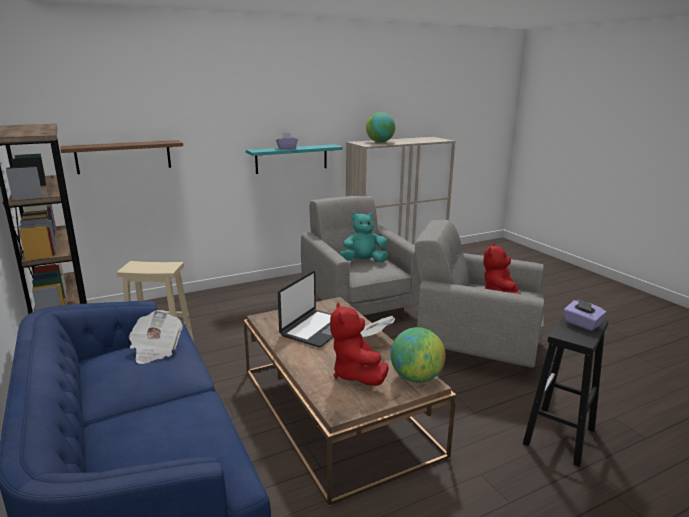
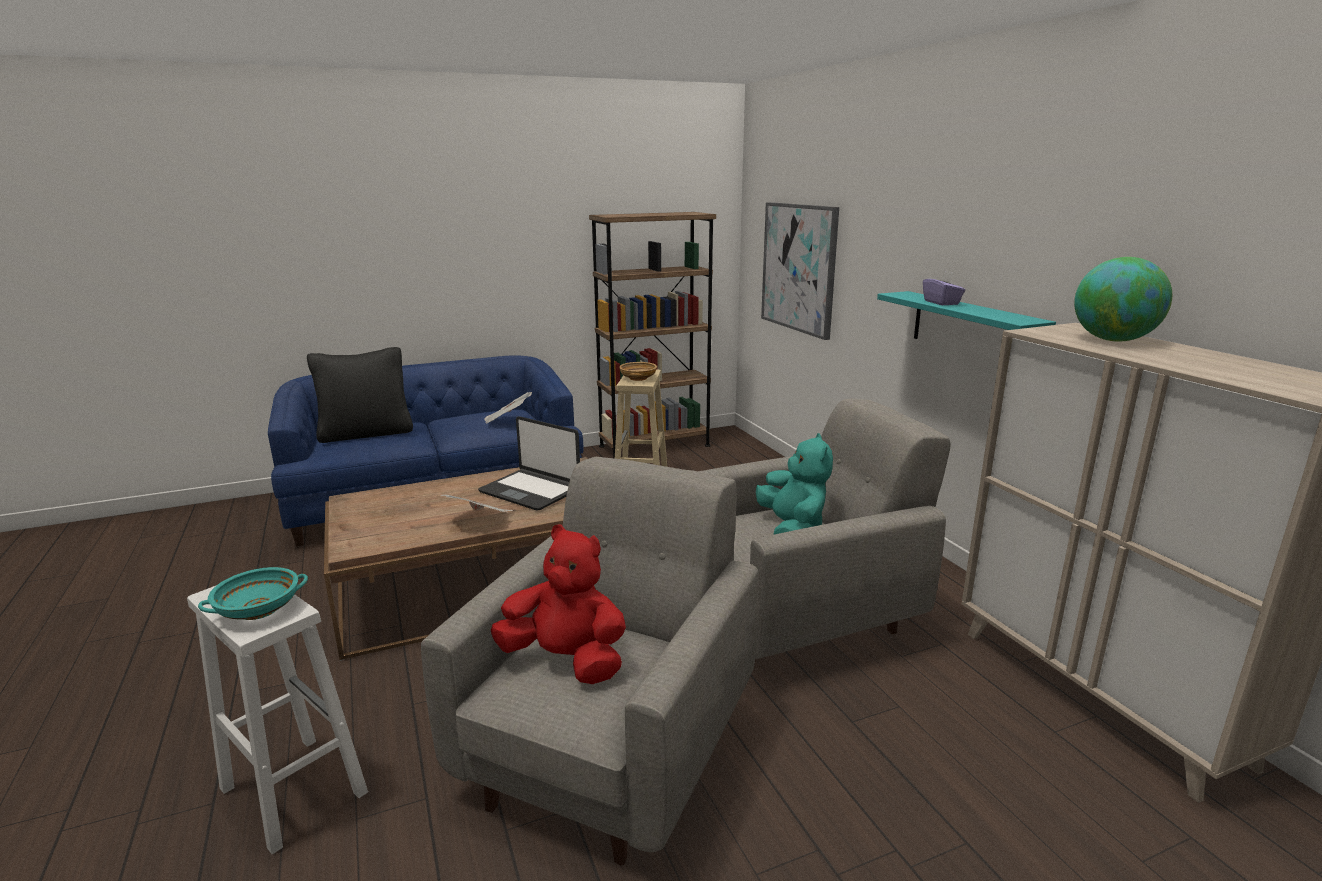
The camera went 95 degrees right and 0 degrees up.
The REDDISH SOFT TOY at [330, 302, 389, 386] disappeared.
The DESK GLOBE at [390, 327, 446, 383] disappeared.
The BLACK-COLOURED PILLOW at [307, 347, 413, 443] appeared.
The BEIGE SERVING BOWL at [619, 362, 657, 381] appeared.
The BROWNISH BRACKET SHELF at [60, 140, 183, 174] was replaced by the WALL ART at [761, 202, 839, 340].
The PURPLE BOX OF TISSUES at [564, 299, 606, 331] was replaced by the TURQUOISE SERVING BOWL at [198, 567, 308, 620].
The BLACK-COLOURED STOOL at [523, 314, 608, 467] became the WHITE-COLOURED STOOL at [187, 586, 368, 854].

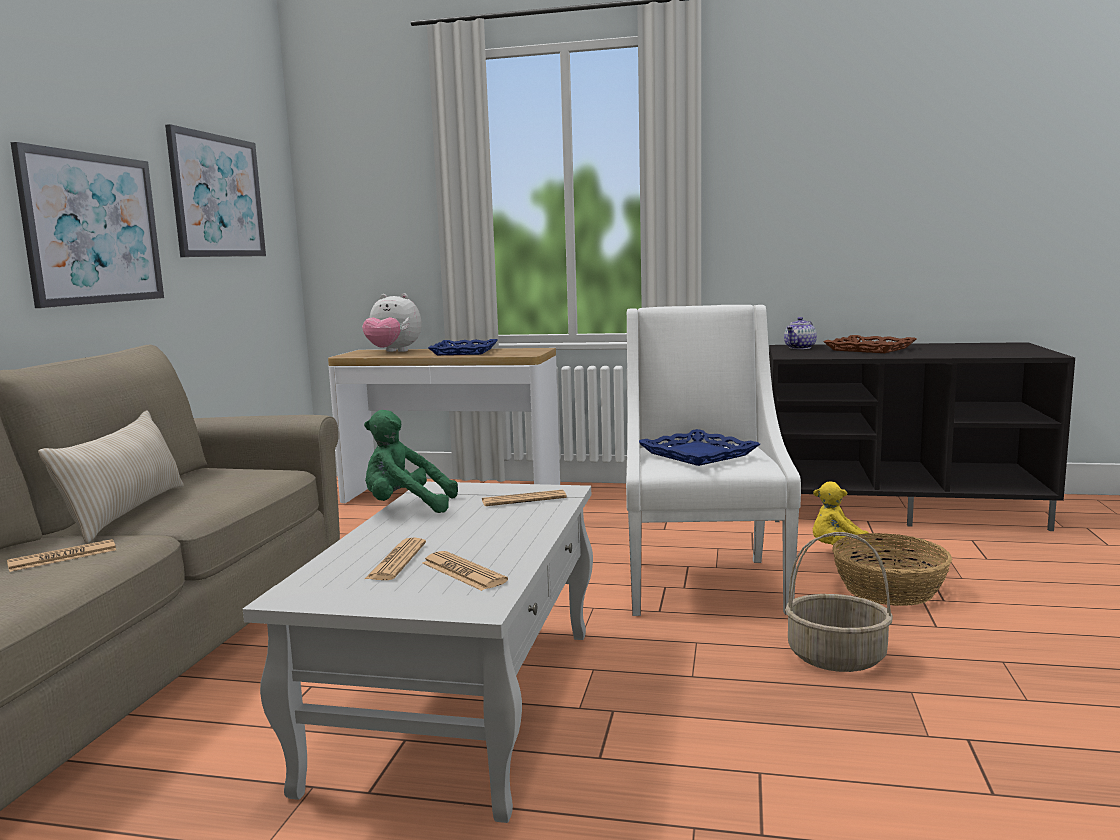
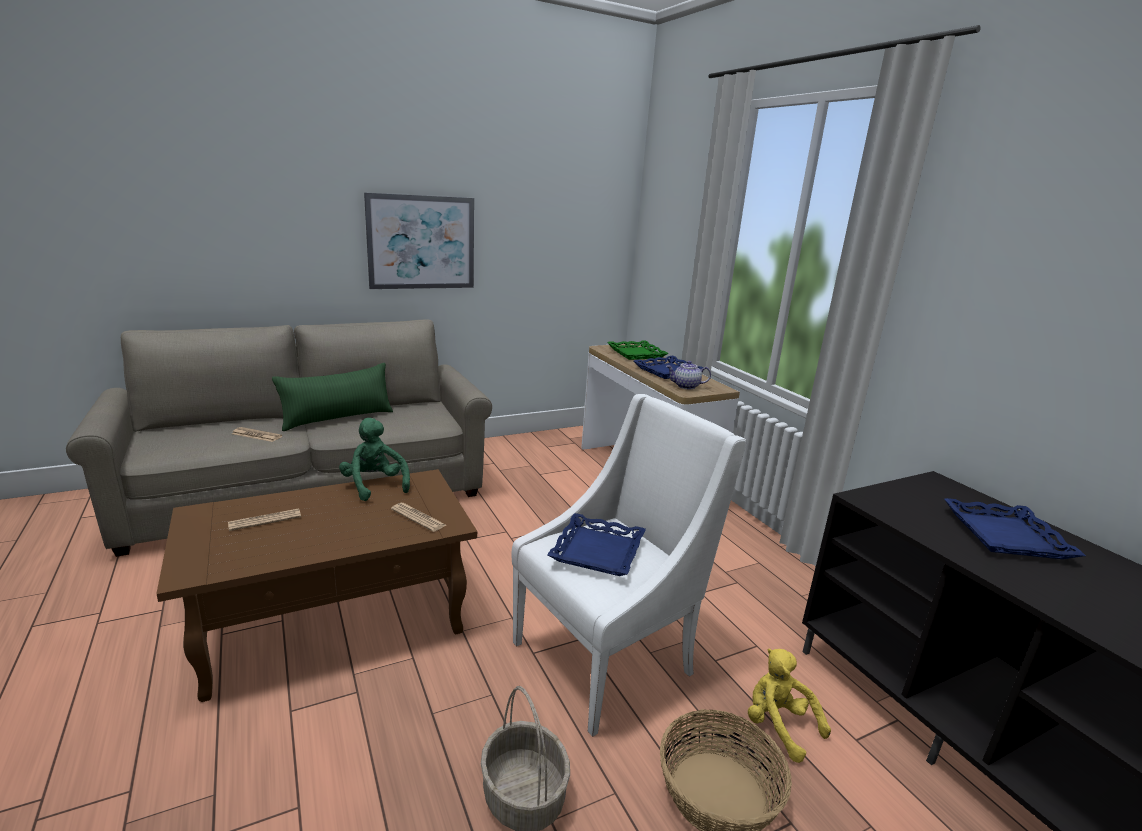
The camera went 50 degrees right and 10 degrees up.
The WALL ART at [165, 124, 266, 257] disappeared.
The NEWSPAPER at [422, 551, 508, 591] disappeared.
The TEAPOT moved from [784, 317, 817, 349] to [666, 361, 711, 389].
The SOFT TOY at [362, 293, 422, 352] was replaced by the GREEN-COLOURED CARRYING TRAY at [607, 340, 668, 360].
The BEIGE PILLOW at [38, 411, 184, 543] became the GREEN-COLOURED PILLOW at [272, 363, 393, 431].
The WHITE-COLOURED COFFEE TABLE at [243, 482, 593, 823] became the BROWNISH COFFEE TABLE at [156, 469, 477, 702].
The BROWNISH CARRYING TRAY at [823, 335, 916, 353] became the BLUISH CARRYING TRAY at [944, 498, 1086, 559].

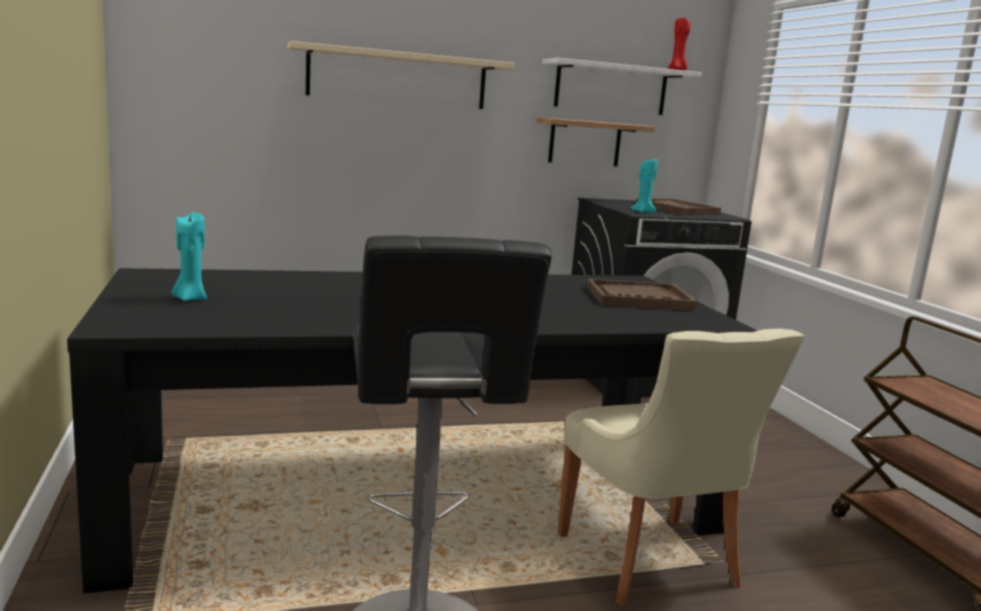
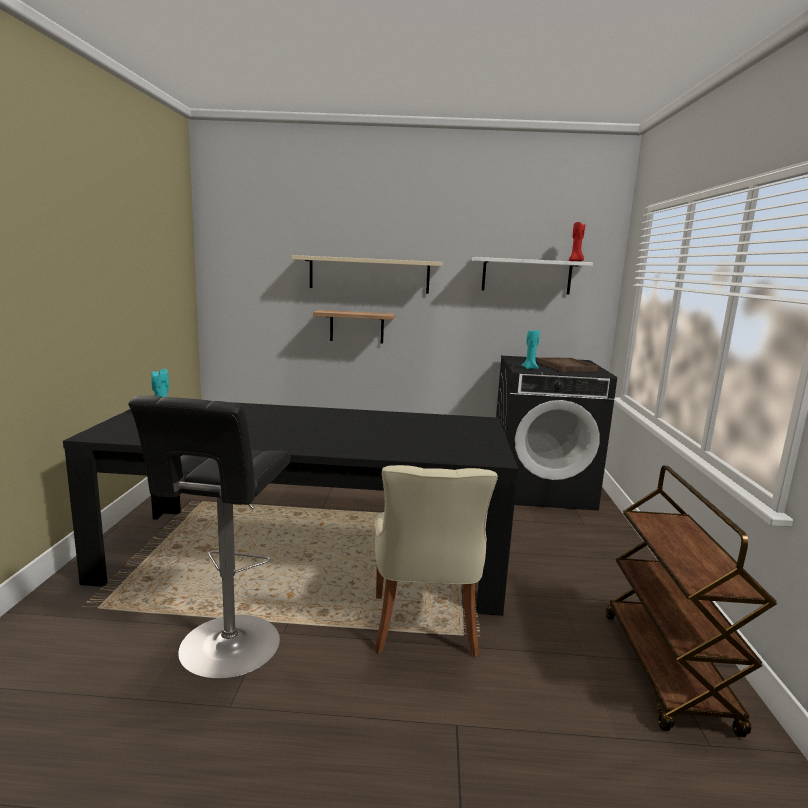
The camera went 20 degrees right and 0 degrees up.
The BROWNISH CARRYING TRAY at [587, 279, 698, 311] disappeared.
The BRACKET SHELF moved from [537, 117, 655, 167] to [313, 310, 396, 344].

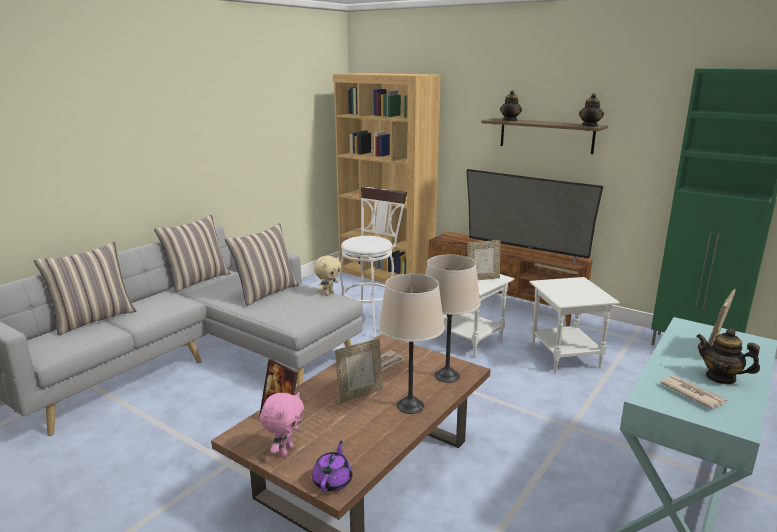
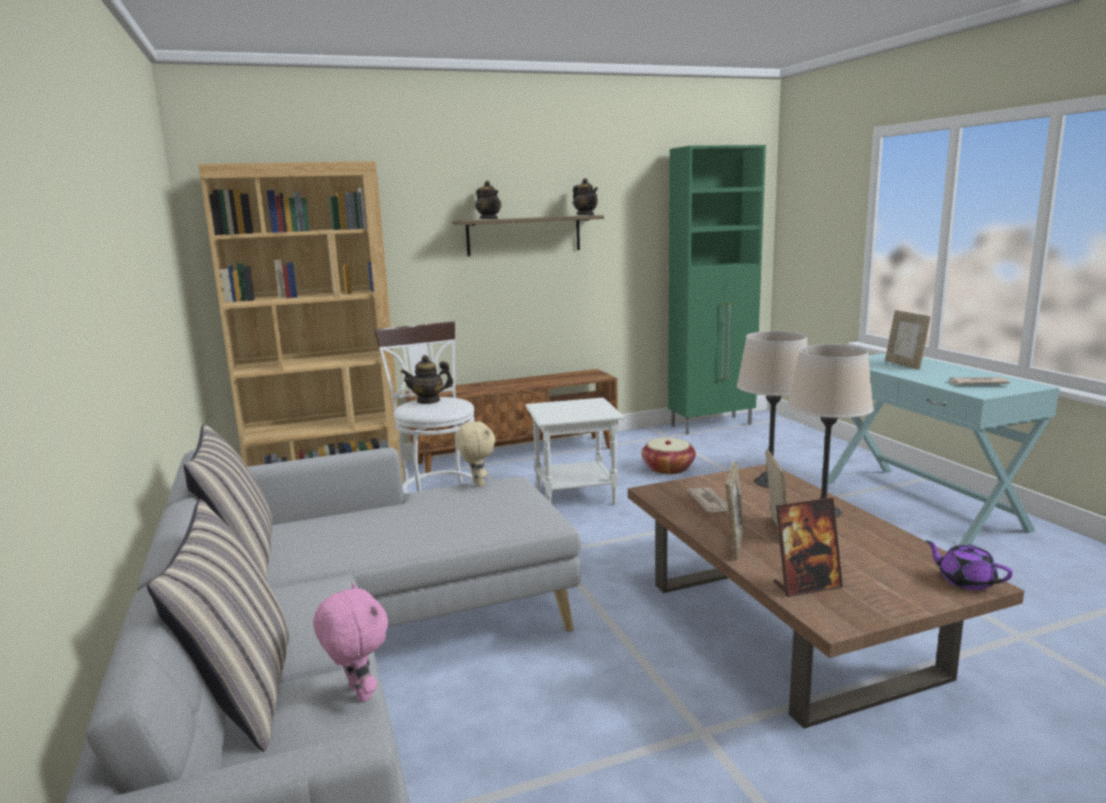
The camera went 55 degrees left and 5 degrees down.
The PILLOW at [225, 223, 299, 306] disappeared.
The TELEVISION at [466, 169, 603, 265] disappeared.
The PINK SOFT TOY moved from [260, 392, 304, 457] to [313, 582, 388, 702].
The PHOTO FRAME moved from [468, 240, 500, 280] to [726, 461, 744, 560].
The TEAPOT moved from [696, 329, 760, 385] to [401, 355, 453, 404].
The WHITE-COLOURED SIDE TABLE at [530, 277, 620, 373] was replaced by the BASKET at [642, 438, 696, 474].

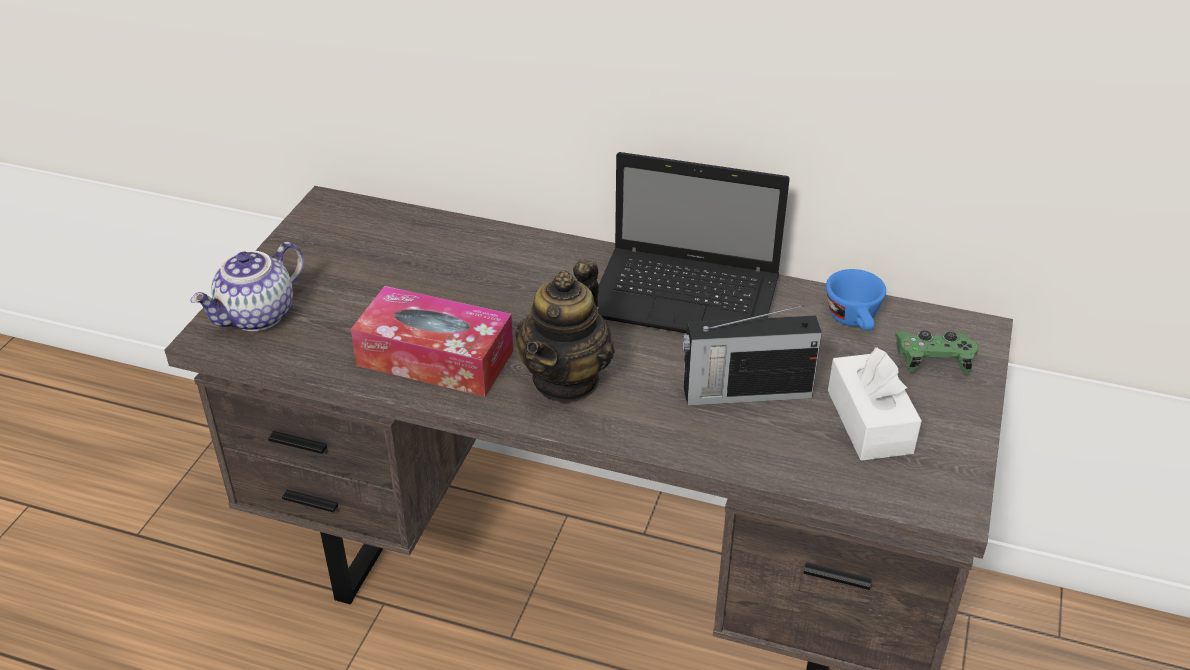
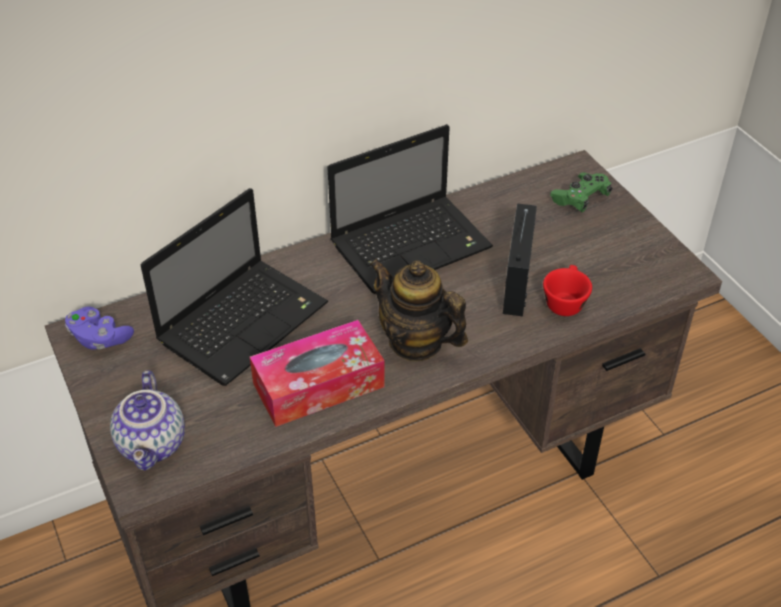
The camera went 45 degrees left and 5 degrees up.
The BLUISH CUP at [826, 269, 886, 330] disappeared.
The WHITE-COLOURED BOX OF TISSUES at [828, 347, 922, 461] disappeared.
The PURPLE JOYPAD at [65, 307, 134, 350] appeared.
The LAPTOP at [141, 188, 328, 386] appeared.
The REDDISH CUP at [543, 265, 592, 316] appeared.
The TEAPOT at [515, 259, 615, 403] turned 150 degrees clockwise.
The RADIO RECEIVER at [682, 305, 822, 406] turned 150 degrees clockwise.

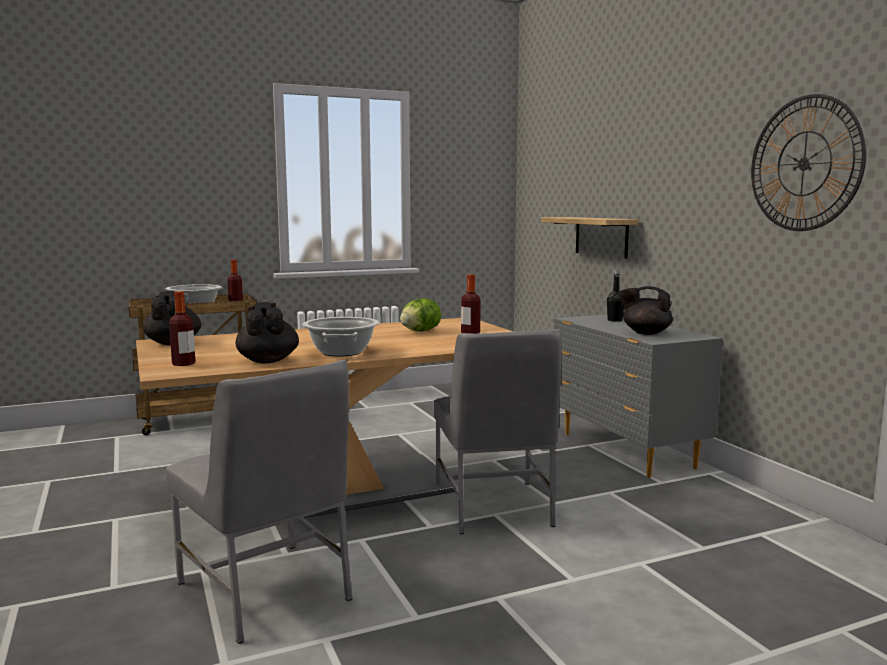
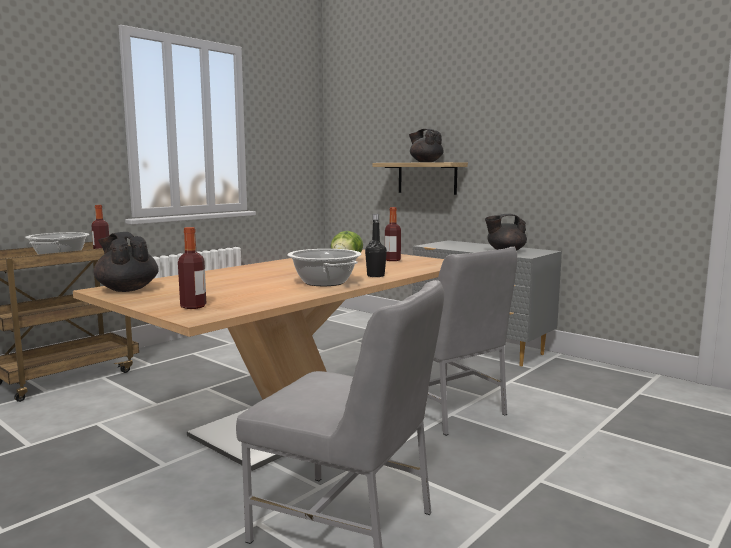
The camera went 25 degrees left and 0 degrees up.
The WALL CLOCK at [751, 94, 866, 231] disappeared.
The BLACK-COLOURED TEAPOT moved from [236, 302, 299, 363] to [409, 129, 444, 162].
The BLACK-COLOURED BEVERAGE BOTTLE moved from [607, 269, 624, 322] to [365, 214, 387, 277].

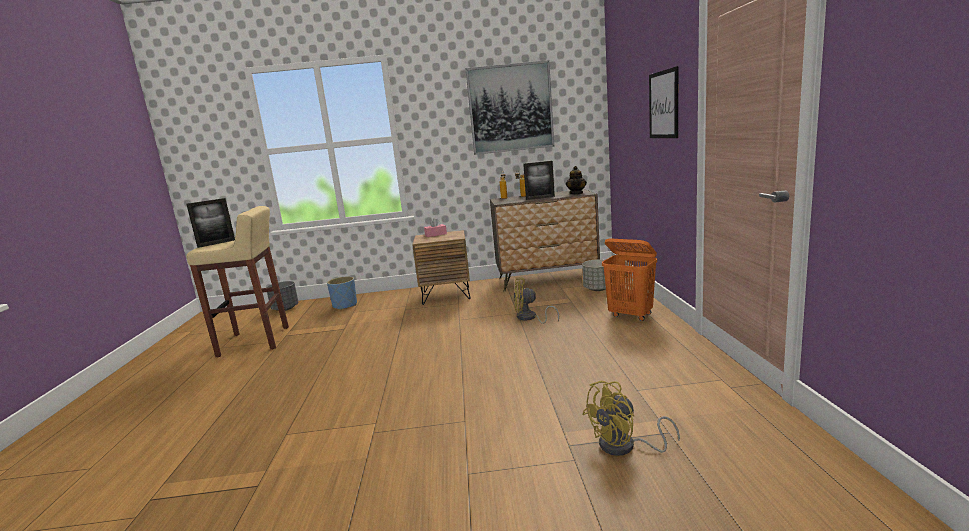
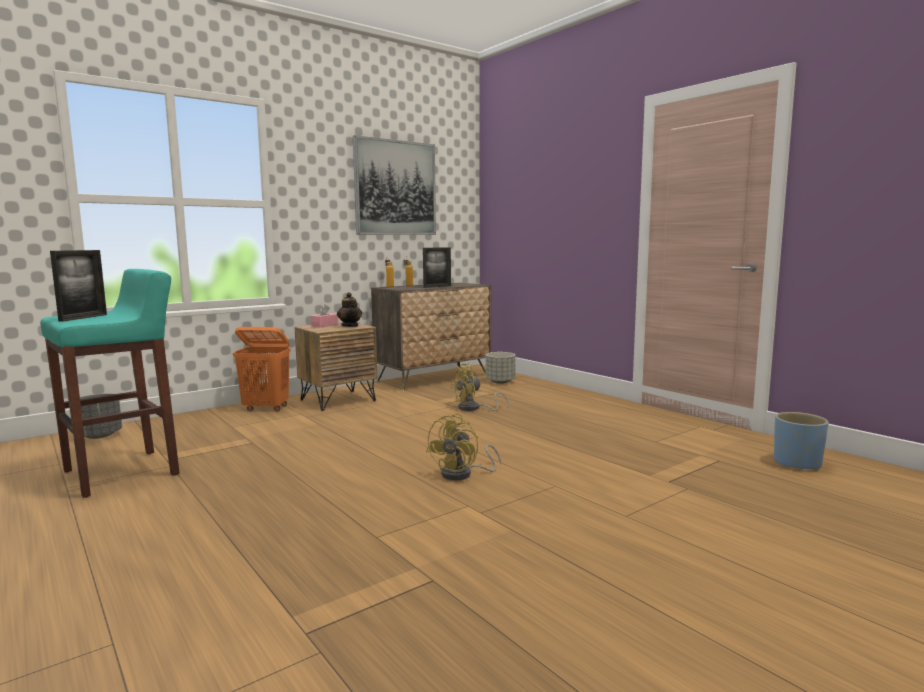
The camera went 35 degrees left and 5 degrees down.
The WALL ART at [649, 66, 678, 138] disappeared.
The BLUISH FLOWER POT moved from [327, 276, 357, 310] to [774, 412, 829, 471].
The TEAPOT moved from [566, 166, 587, 194] to [337, 292, 362, 327].
The YELLOW ELECTRIC FAN moved from [582, 381, 680, 456] to [426, 413, 501, 480].
The ORANGE HAMPER moved from [602, 238, 657, 321] to [233, 327, 290, 412].
The BEIGE STOOL at [186, 206, 289, 358] became the TURQUOISE STOOL at [40, 269, 180, 498].

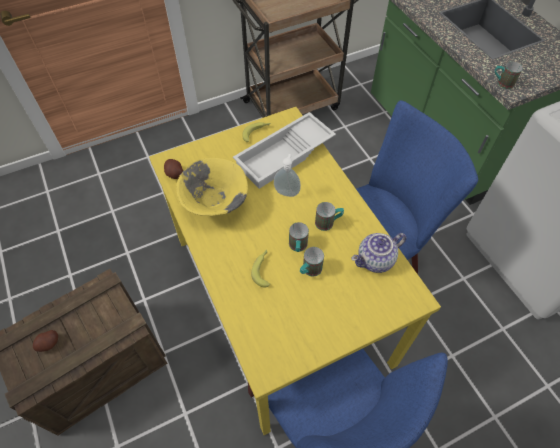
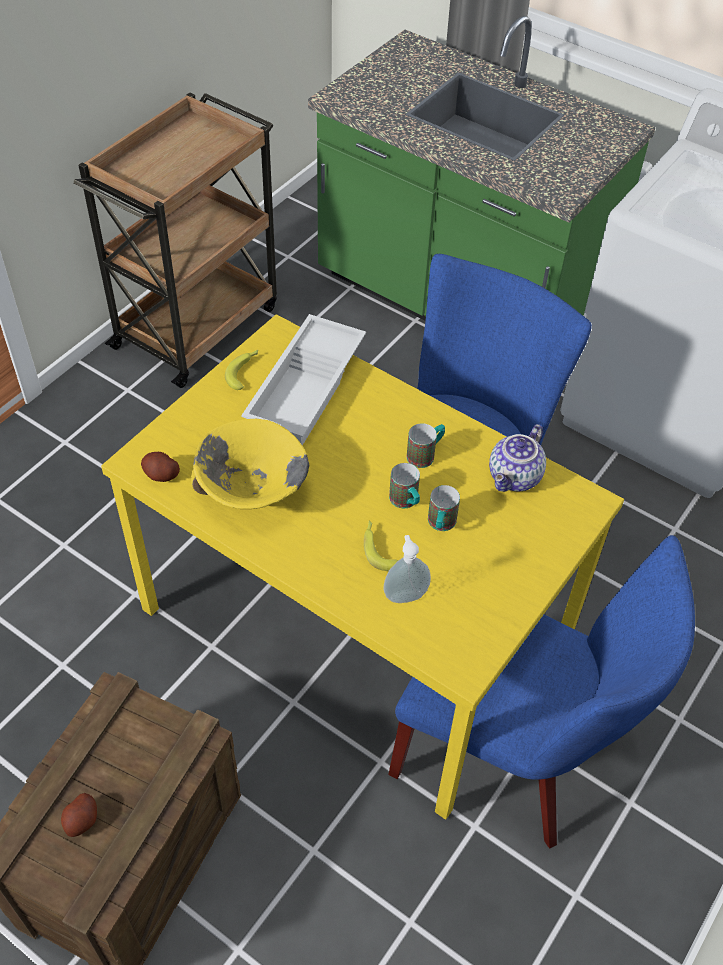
The camera went 30 degrees left and 5 degrees down.
The MUG at [495, 62, 523, 89] disappeared.
The SOAP BOTTLE moved from [274, 154, 301, 197] to [384, 535, 431, 603].

